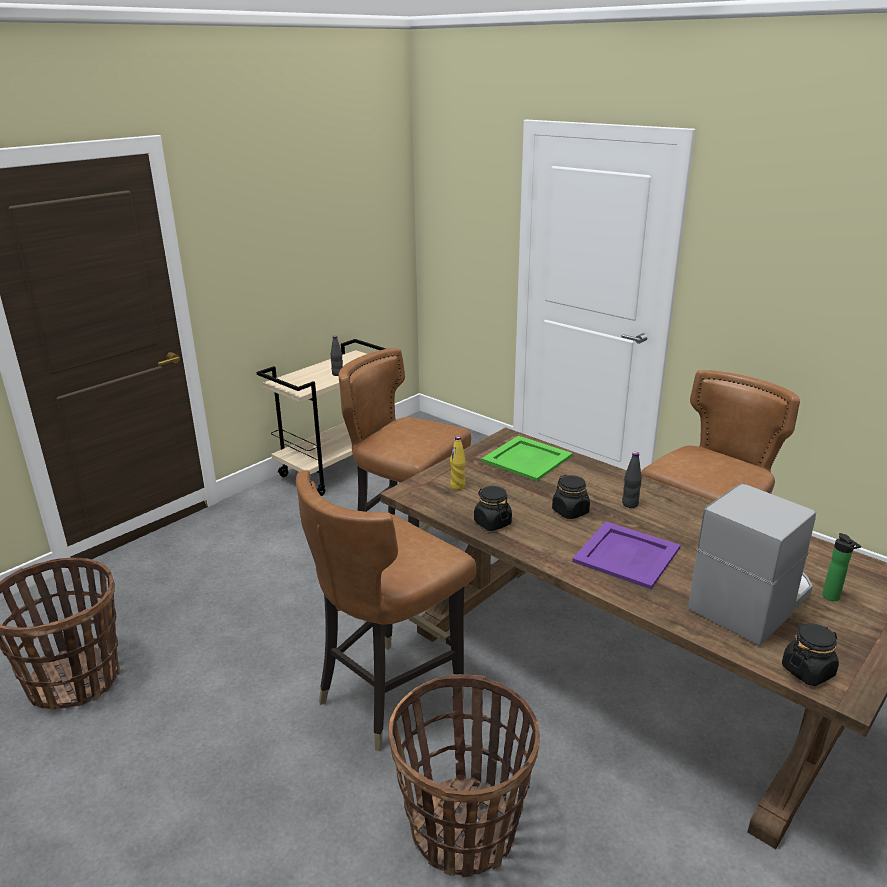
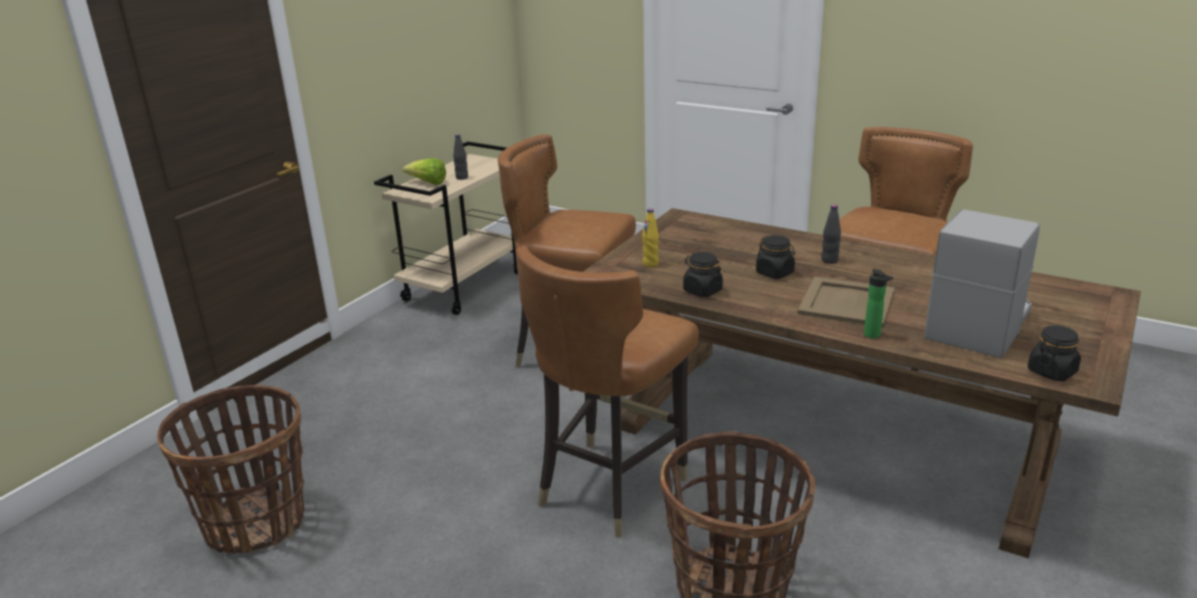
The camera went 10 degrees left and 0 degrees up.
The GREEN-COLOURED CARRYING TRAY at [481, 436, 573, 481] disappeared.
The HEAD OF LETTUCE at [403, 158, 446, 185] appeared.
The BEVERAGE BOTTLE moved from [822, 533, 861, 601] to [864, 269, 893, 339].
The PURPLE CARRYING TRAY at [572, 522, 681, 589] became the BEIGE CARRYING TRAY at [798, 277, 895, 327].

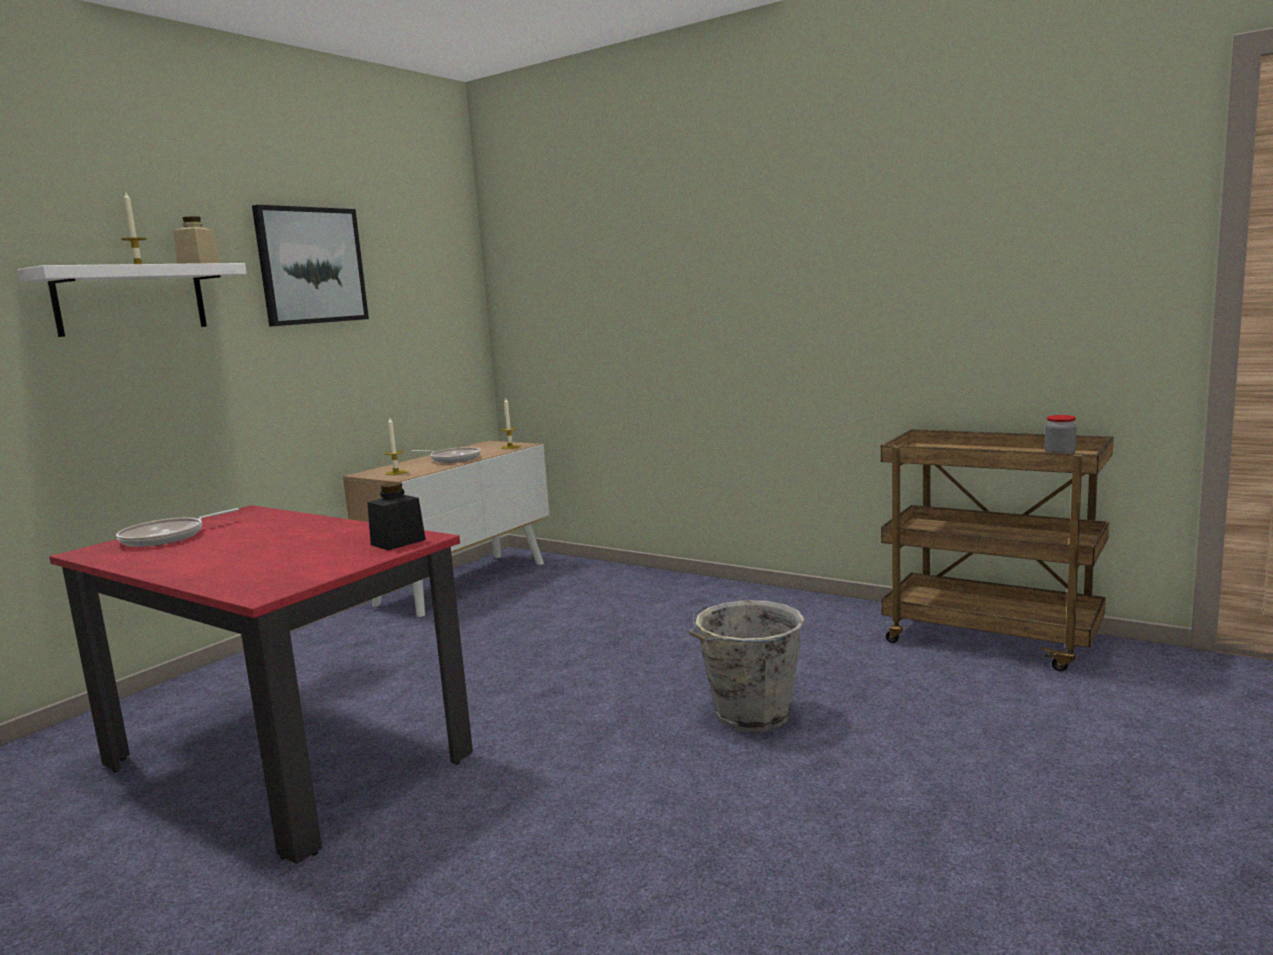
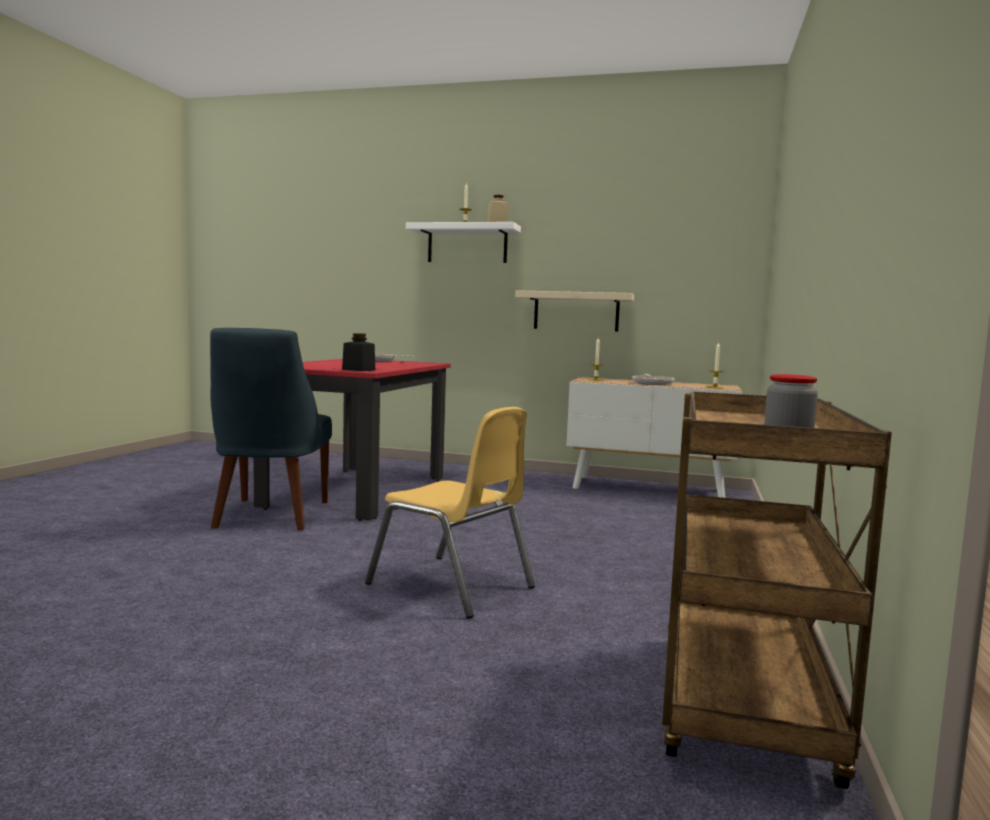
The camera went 70 degrees right and 5 degrees down.
The WALL ART at [252, 205, 369, 327] disappeared.
The BLUISH UPRIGHT CHAIR at [210, 328, 332, 530] appeared.
The BEIGE BRACKET SHELF at [515, 290, 634, 332] appeared.
The GREYISH PAIL at [689, 600, 805, 732] was replaced by the YELLOW UPRIGHT CHAIR at [365, 407, 535, 619].

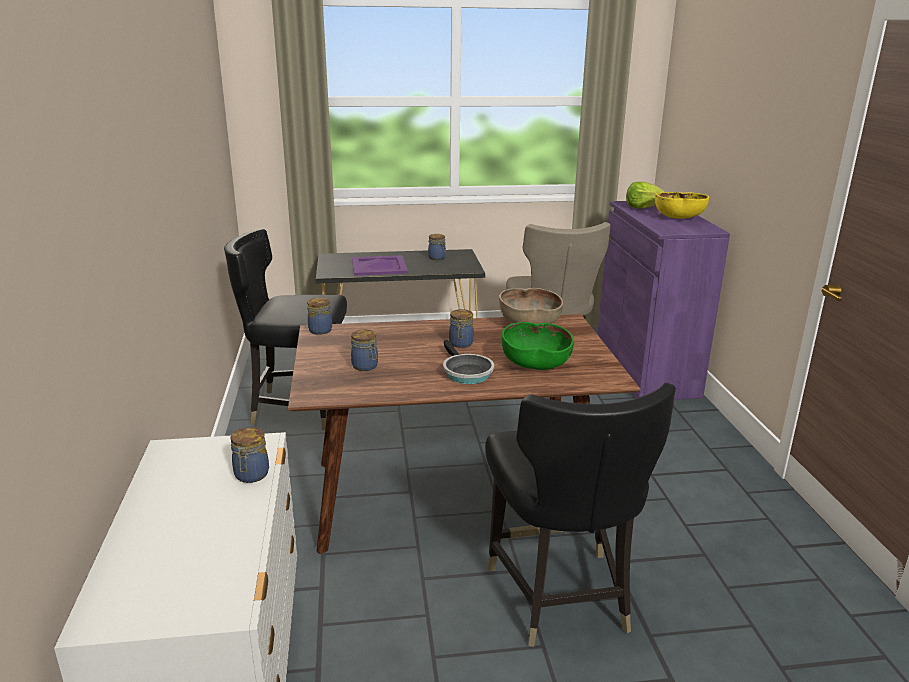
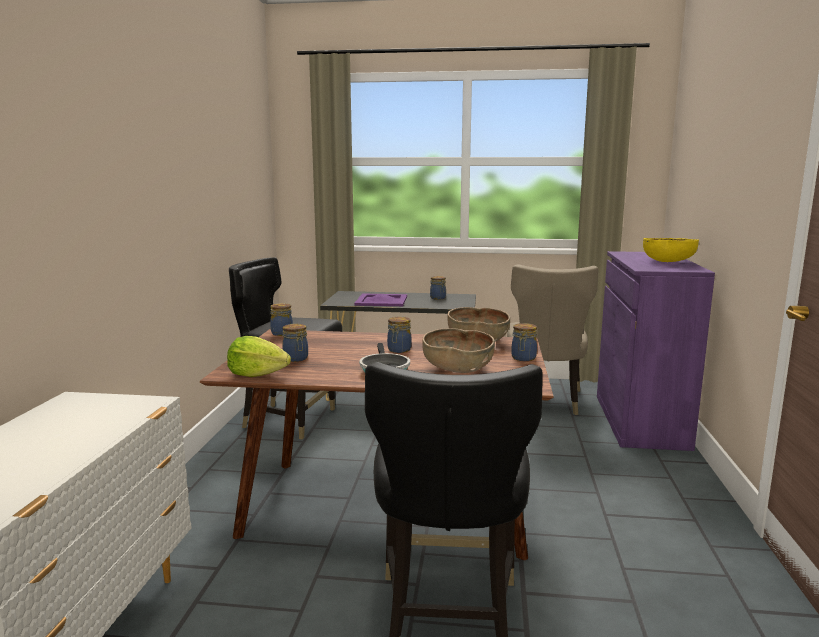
The camera went 15 degrees right and 10 degrees down.
The STORAGE JAR moved from [230, 427, 269, 483] to [511, 323, 537, 361].
The HEAD OF LETTUCE moved from [626, 182, 665, 209] to [227, 336, 291, 377].
The GREEN-COLOURED SERVING BOWL at [502, 322, 574, 370] became the BROWNISH SERVING BOWL at [422, 328, 495, 373].

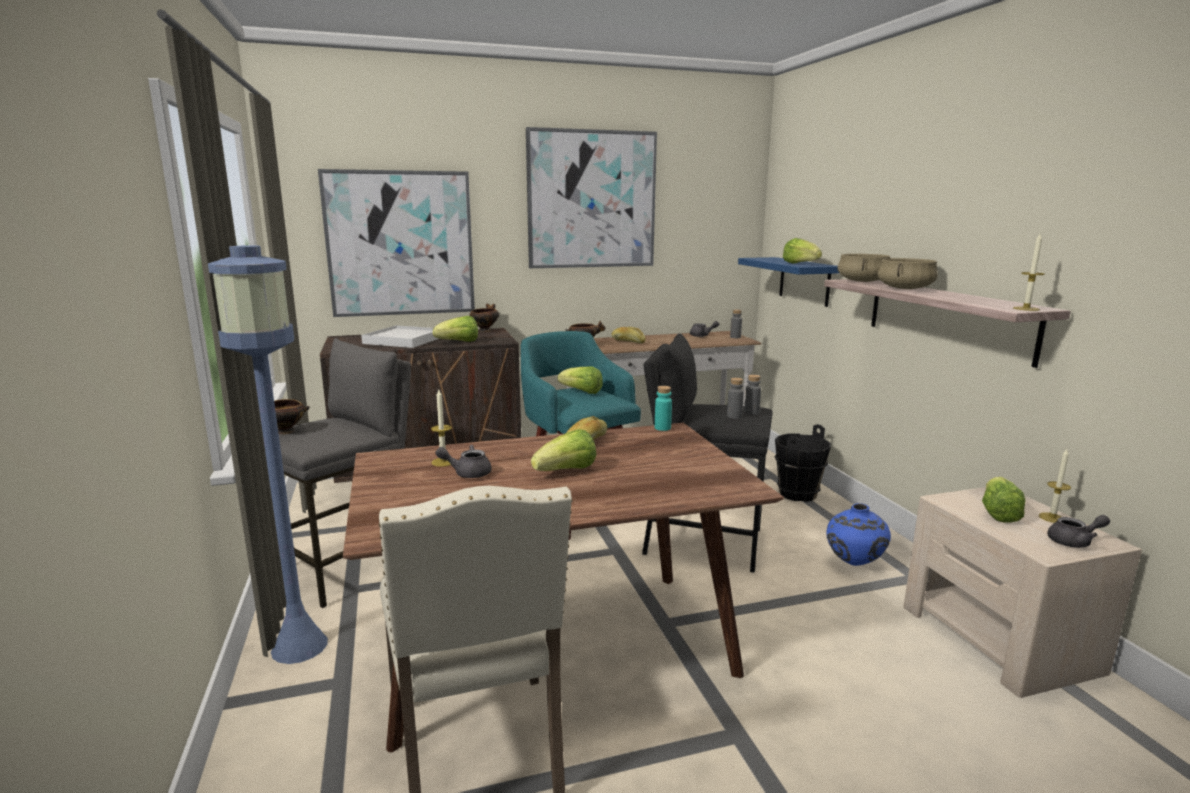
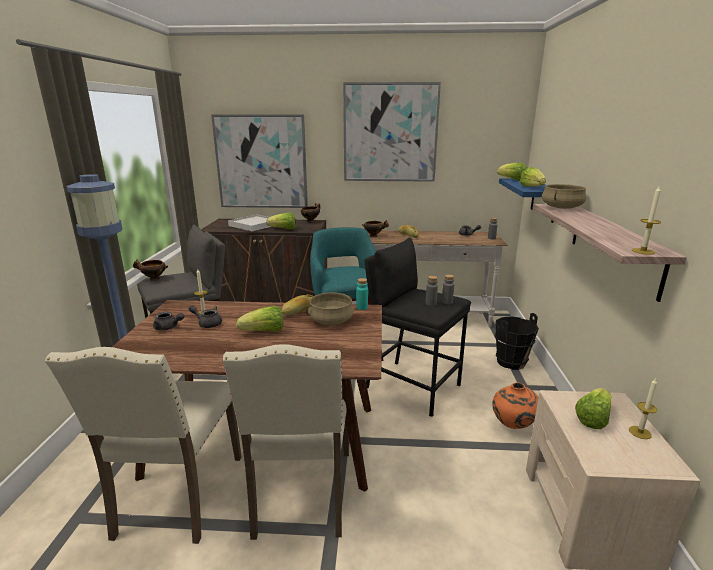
The camera went 20 degrees right and 5 degrees up.
The BEIGE UPRIGHT CHAIR at [223, 344, 349, 540] appeared.
The HEAD OF LETTUCE moved from [558, 367, 603, 394] to [497, 163, 527, 181].
The BEIGE SAUCEPOT moved from [878, 258, 938, 289] to [306, 292, 354, 325].
The GREYISH TEAPOT moved from [1047, 515, 1110, 548] to [153, 312, 184, 331].
The BLUISH FLOWER VASE at [826, 503, 891, 566] became the ORANGE FLOWER VASE at [492, 382, 538, 429].

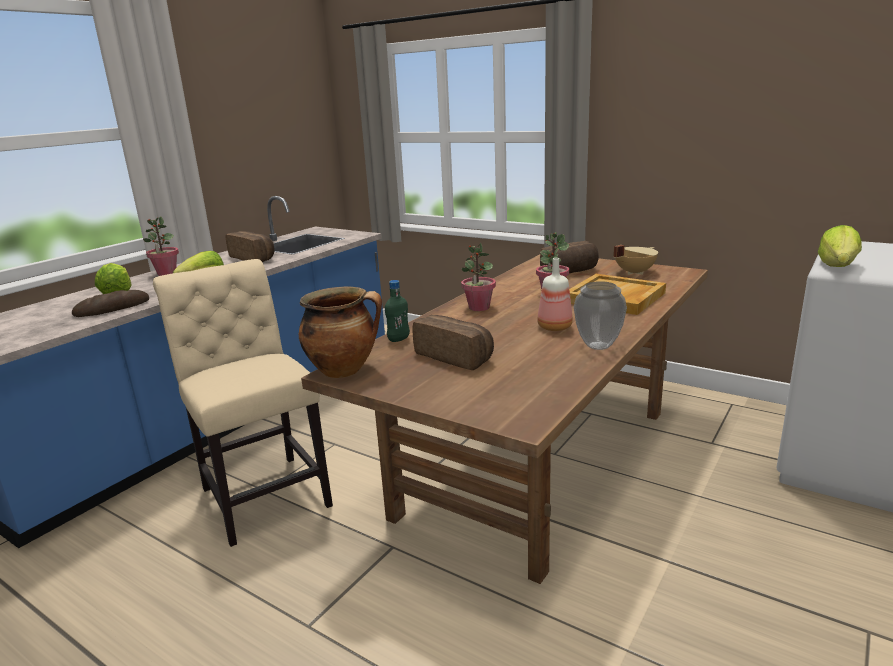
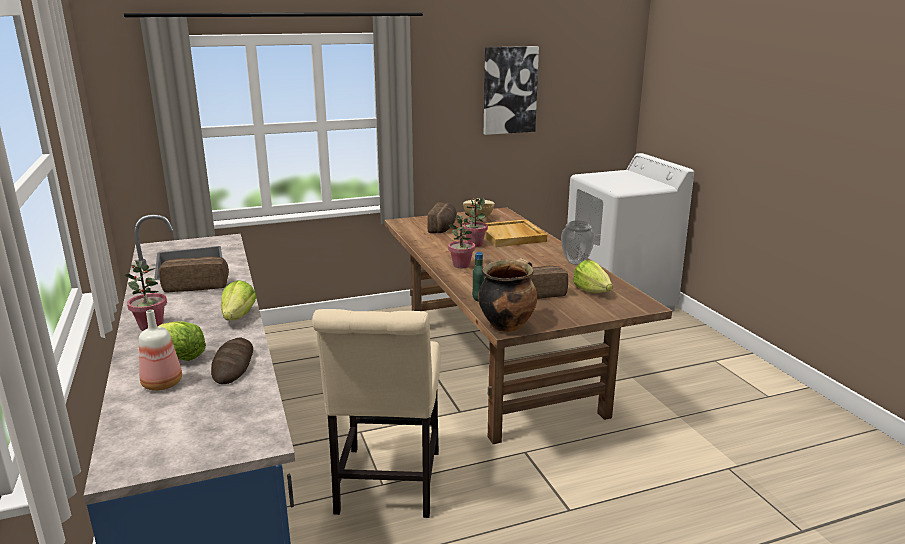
The camera went 55 degrees left and 0 degrees up.
The WALL ART at [484, 46, 539, 135] appeared.
The BEVERAGE BOTTLE moved from [537, 258, 573, 331] to [139, 310, 182, 391].
The HEAD OF LETTUCE moved from [818, 225, 862, 267] to [573, 260, 613, 293].
The BEIGE UPRIGHT CHAIR at [153, 259, 333, 547] turned 90 degrees counterclockwise.

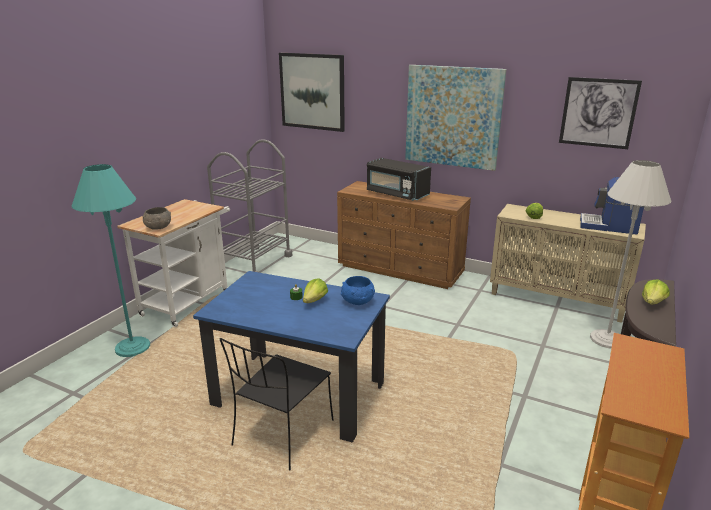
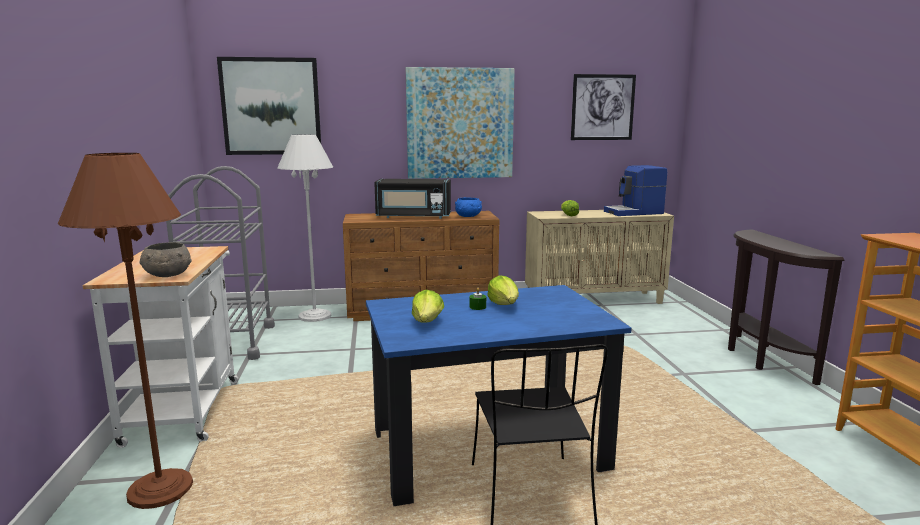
The camera went 35 degrees left and 10 degrees down.
The BLUISH SERVING BOWL moved from [341, 276, 375, 305] to [455, 197, 482, 217].
The WHITE-COLOURED STANDARD LAMP moved from [590, 160, 671, 348] to [277, 134, 333, 322].
The HEAD OF LETTUCE moved from [642, 279, 670, 304] to [412, 290, 444, 323].
The TURQUOISE STANDARD LAMP at [72, 164, 150, 357] became the BROWNISH STANDARD LAMP at [58, 153, 193, 509].

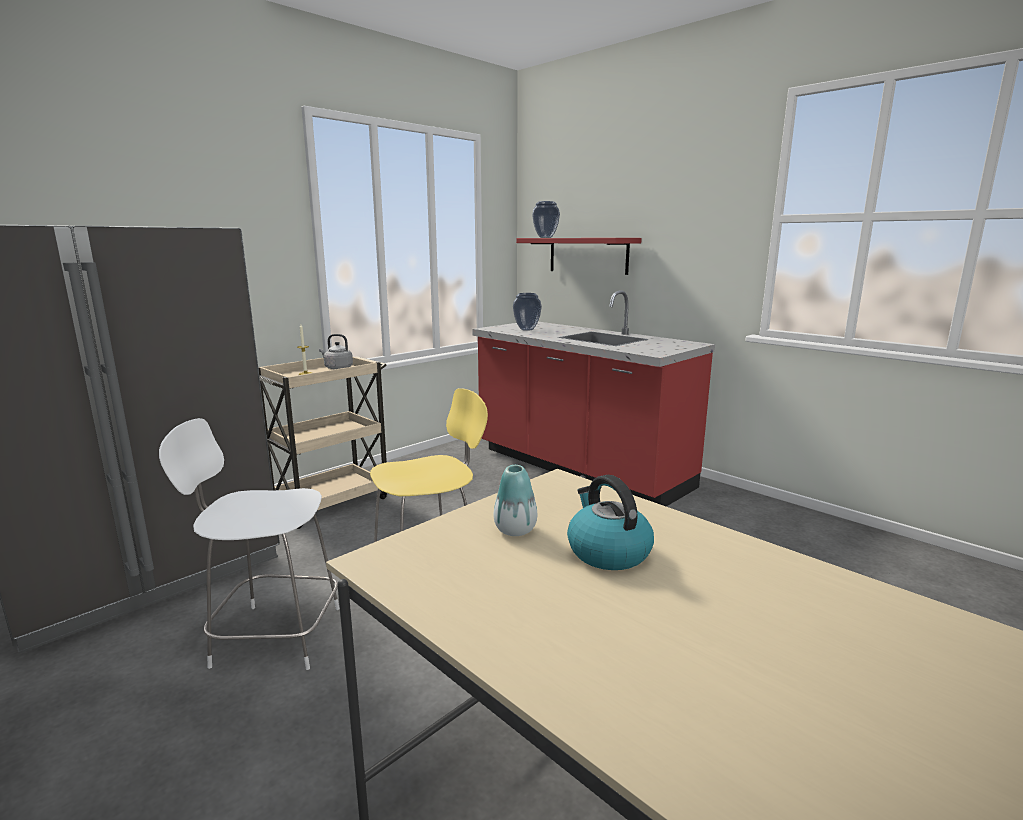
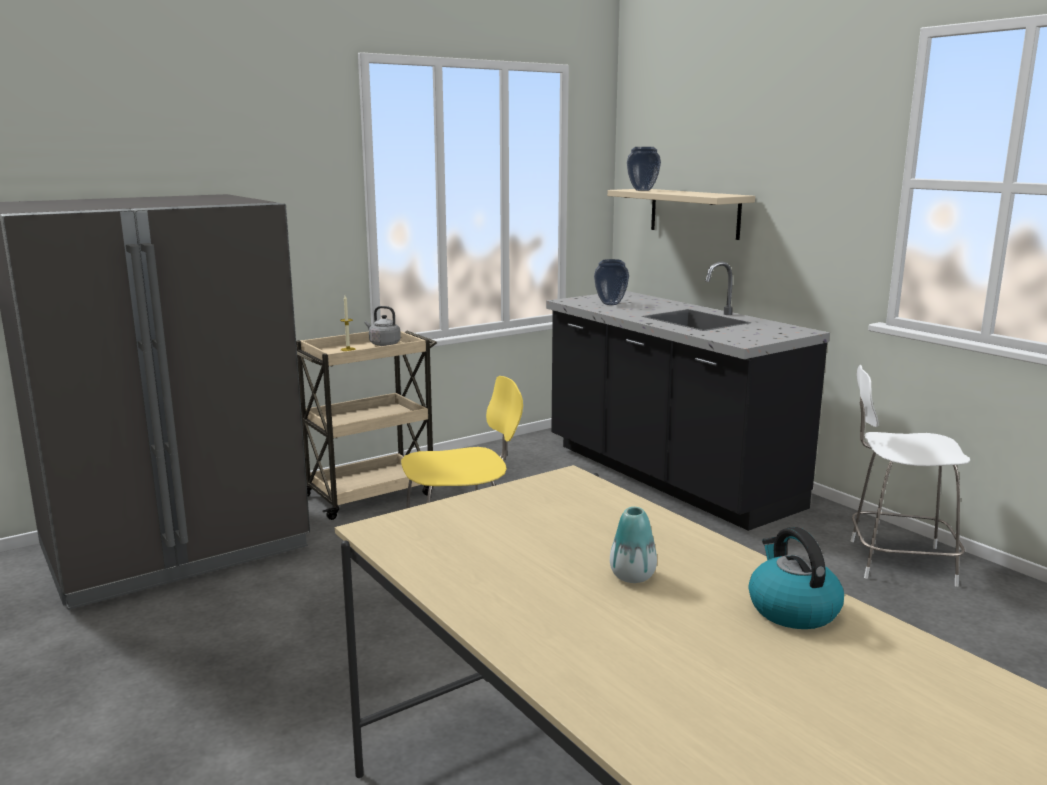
The camera went 10 degrees right and 0 degrees up.
The WHITE-COLOURED STOOL moved from [159, 418, 340, 670] to [851, 365, 970, 587].
The FLOWER VASE moved from [493, 465, 537, 536] to [610, 507, 657, 583].
The TEA KETTLE moved from [567, 475, 654, 570] to [748, 527, 844, 629].
The REDDISH KITCHEN COUNTER at [472, 290, 715, 506] became the BLACK-COLOURED KITCHEN COUNTER at [546, 261, 830, 531].
The REDDISH BRACKET SHELF at [516, 238, 642, 275] became the BEIGE BRACKET SHELF at [607, 189, 755, 240].

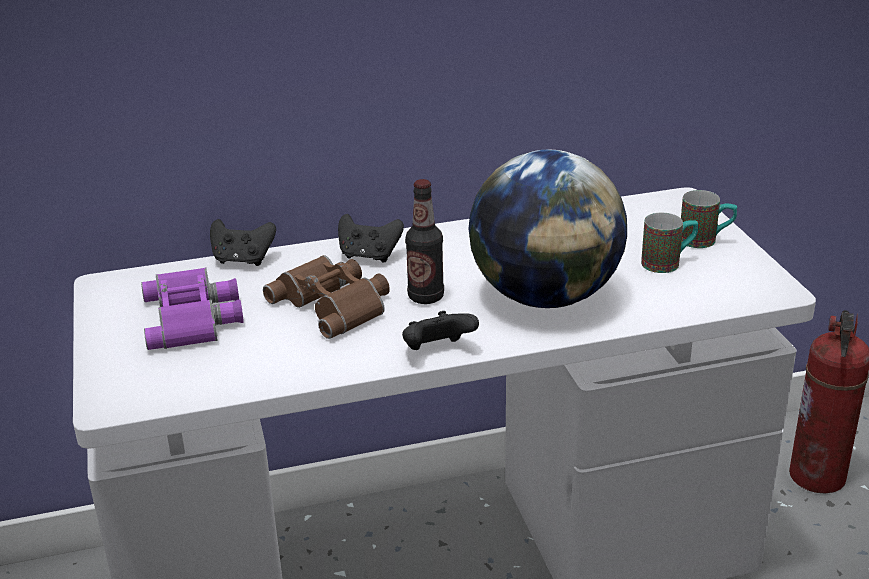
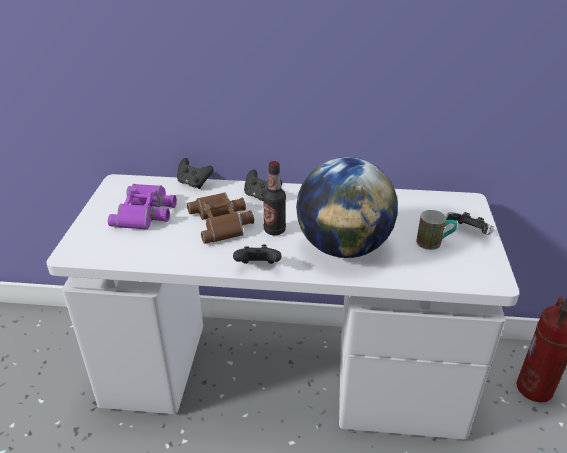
The camera went 20 degrees right and 5 degrees up.
The MUG at [681, 190, 737, 248] was replaced by the JOYPAD at [446, 212, 494, 235].

